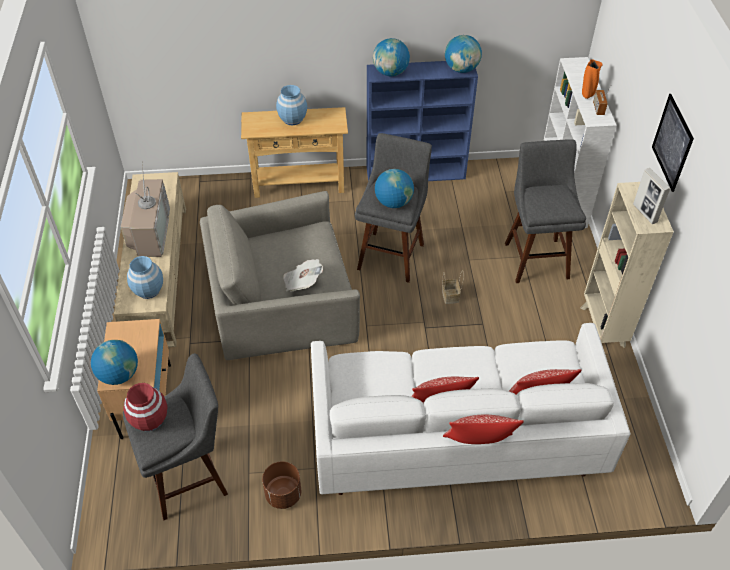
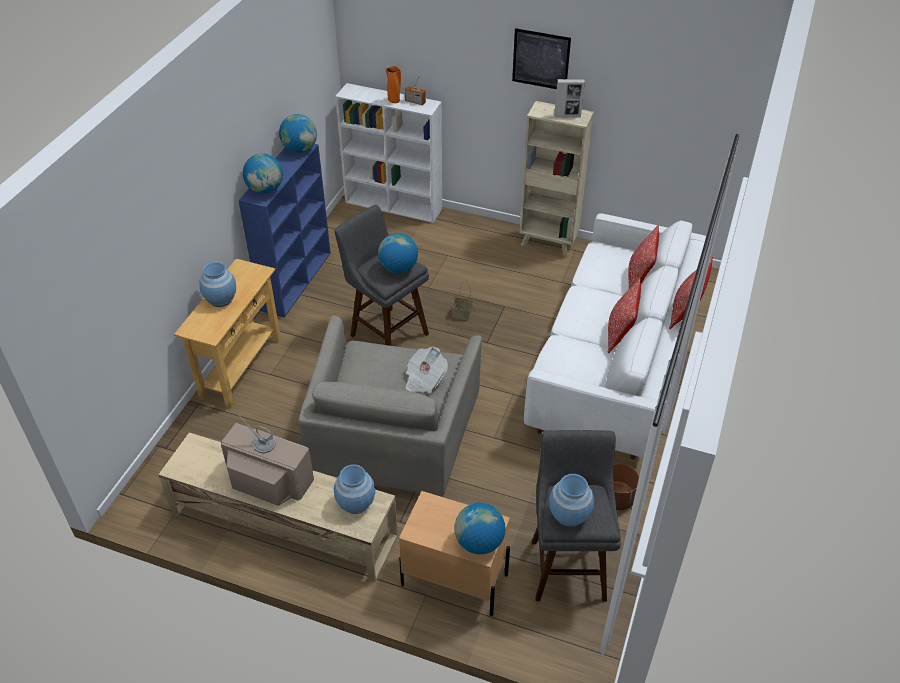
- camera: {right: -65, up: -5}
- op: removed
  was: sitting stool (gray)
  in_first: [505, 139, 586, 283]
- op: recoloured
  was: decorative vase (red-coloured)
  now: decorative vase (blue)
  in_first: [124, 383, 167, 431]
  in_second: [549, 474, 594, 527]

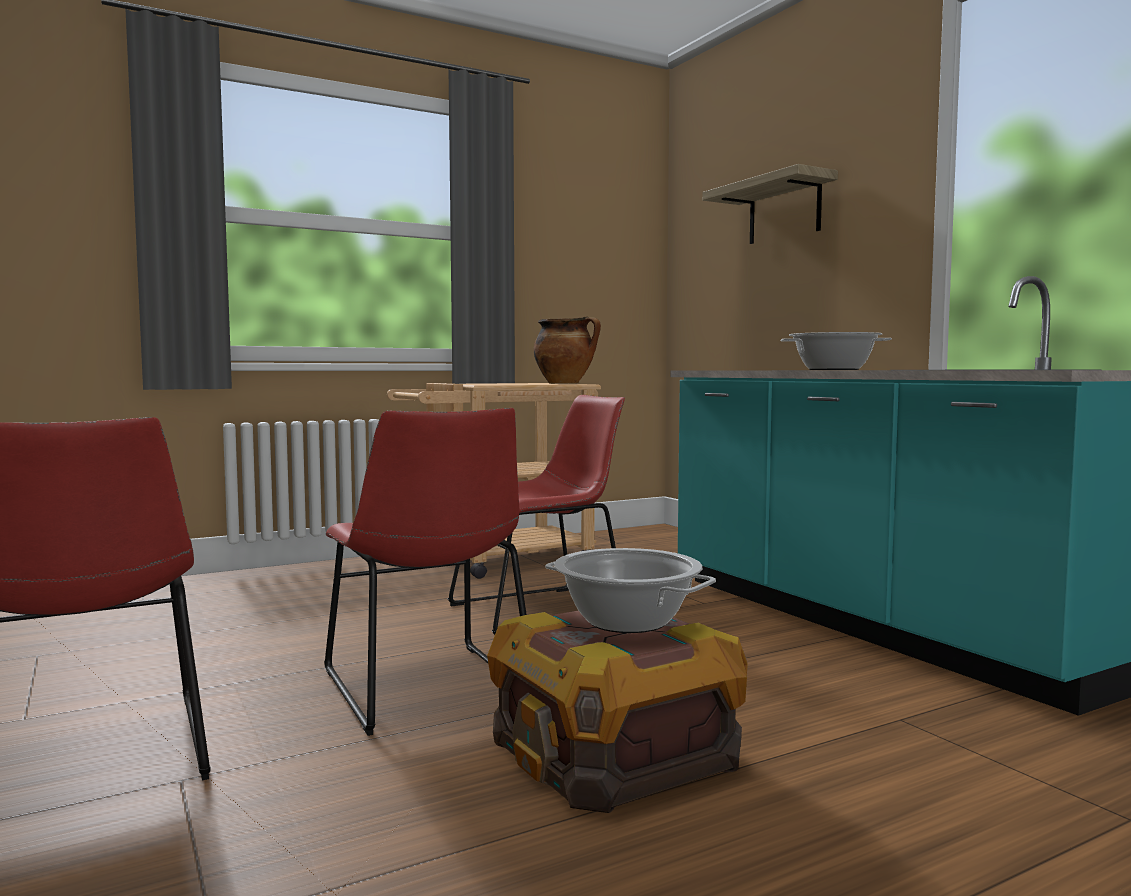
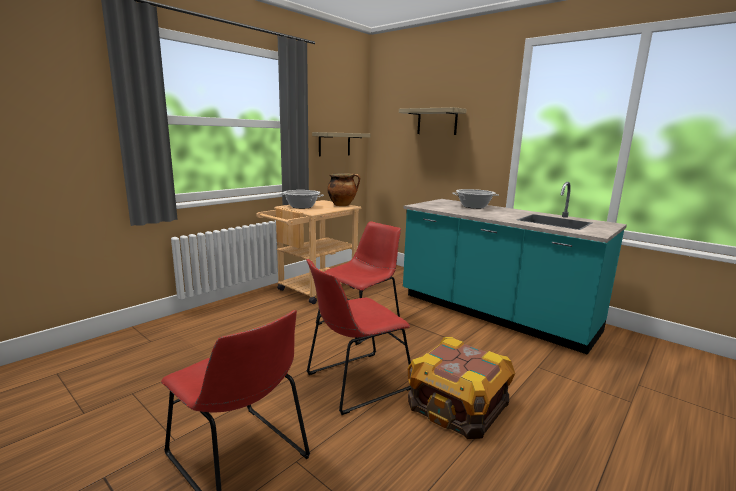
- camera: {right: -20, up: 10}
- op: turned
  was: chair (red-coloured)
  in_first: [324, 408, 527, 736]
  in_second: [306, 259, 411, 415]
  clockwise: 105
- op: moved
  was: saucepot
  in_first: [545, 548, 716, 633]
  in_second: [280, 190, 324, 209]
- op: added
  now: shelf
  in_second: [312, 132, 371, 156]

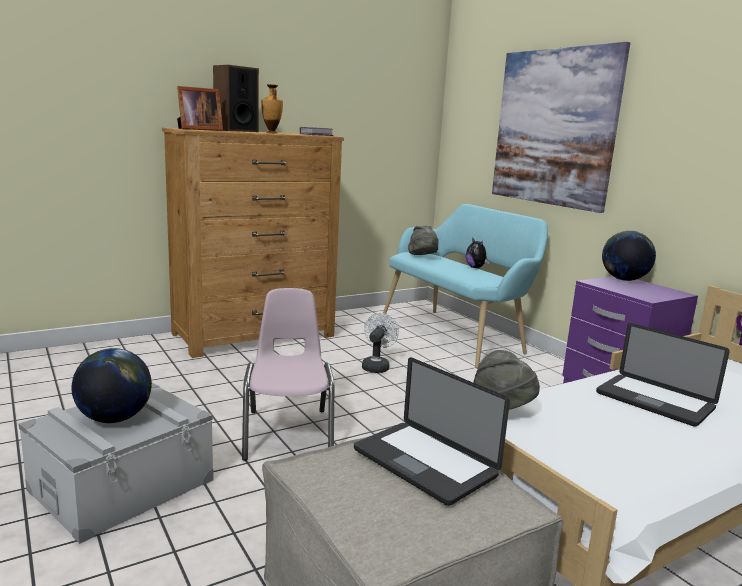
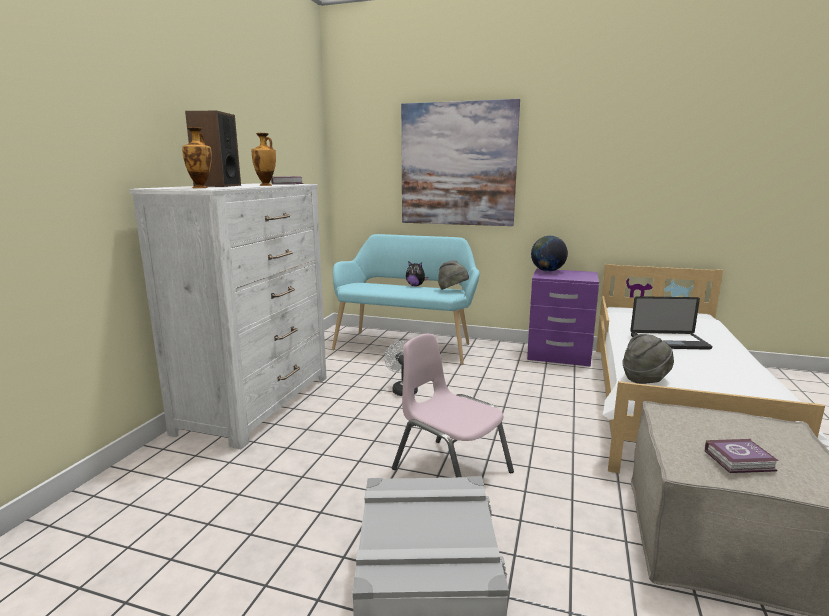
- camera: {right: -40, up: 0}
- op: replaced
  was: standing frame
  now: decorative vase
  in_first: [177, 86, 223, 131]
  in_second: [182, 127, 212, 188]
- op: recoloured
  was: chest of drawers (brown)
  now: chest of drawers (whitish)
  in_first: [162, 128, 344, 358]
  in_second: [130, 184, 326, 449]
- op: moved
  was: hat (gray)
  in_first: [408, 225, 438, 255]
  in_second: [438, 261, 469, 290]
- op: removed
  was: world globe
  in_first: [71, 348, 152, 423]
- op: removed
  was: laptop
  in_first: [354, 357, 510, 506]
- op: added
  now: book
  in_second: [705, 439, 779, 473]

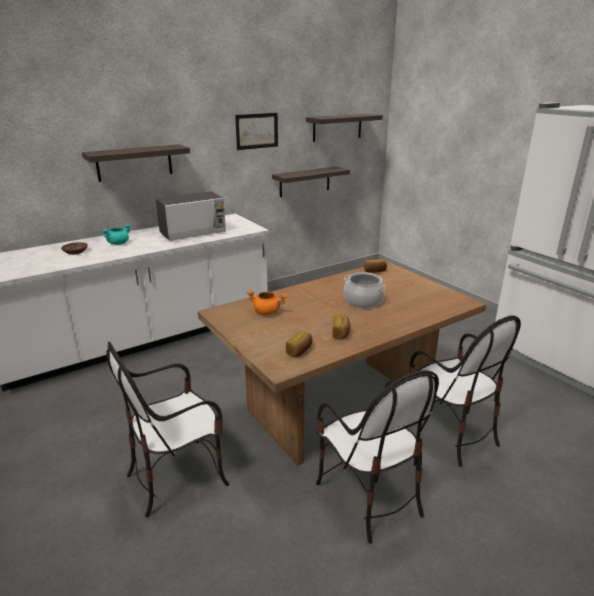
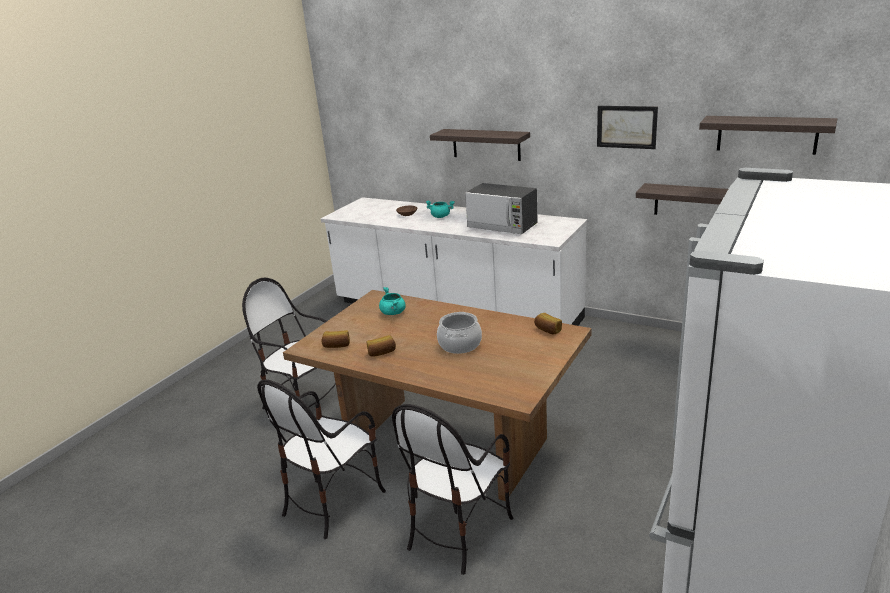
- camera: {right: 65, up: 0}
- op: recoloured
  was: saucepot (orange)
  now: saucepot (turquoise)
  in_first: [247, 290, 287, 315]
  in_second: [379, 287, 406, 315]

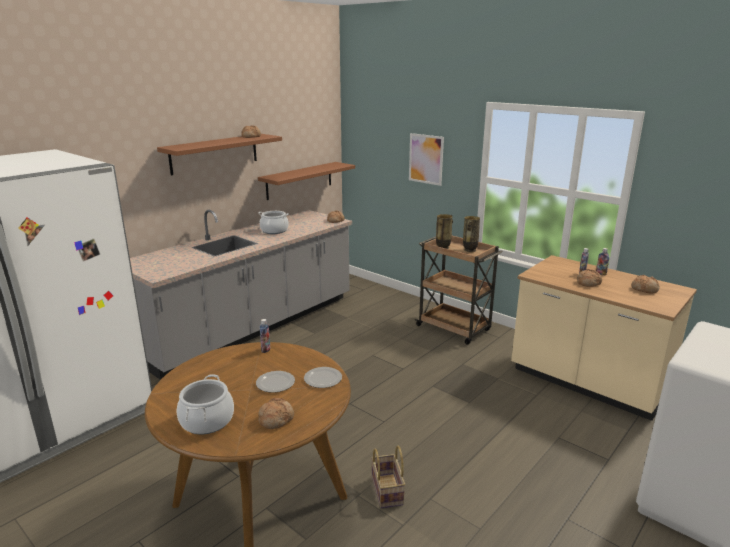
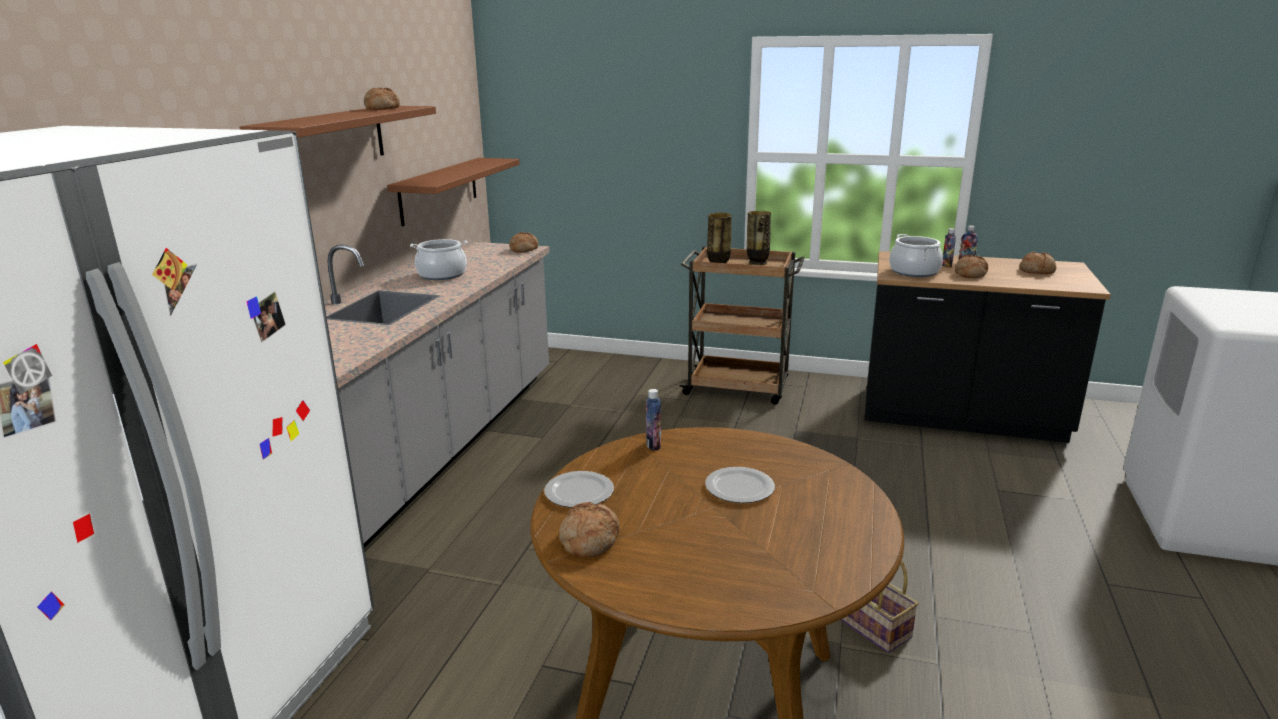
- camera: {right: -25, up: 0}
- op: removed
  was: wall art
  in_first: [409, 133, 444, 186]
- op: recoloured
  was: counter (beige-coloured)
  now: counter (black)
  in_first: [511, 255, 697, 421]
  in_second: [865, 251, 1111, 443]
- op: moved
  was: plate
  in_first: [304, 367, 342, 388]
  in_second: [544, 471, 614, 508]
- op: moved
  was: saucepot
  in_first: [177, 374, 234, 434]
  in_second: [889, 234, 943, 277]
- op: moved
  was: bakery bread
  in_first: [258, 398, 294, 429]
  in_second: [559, 502, 620, 557]

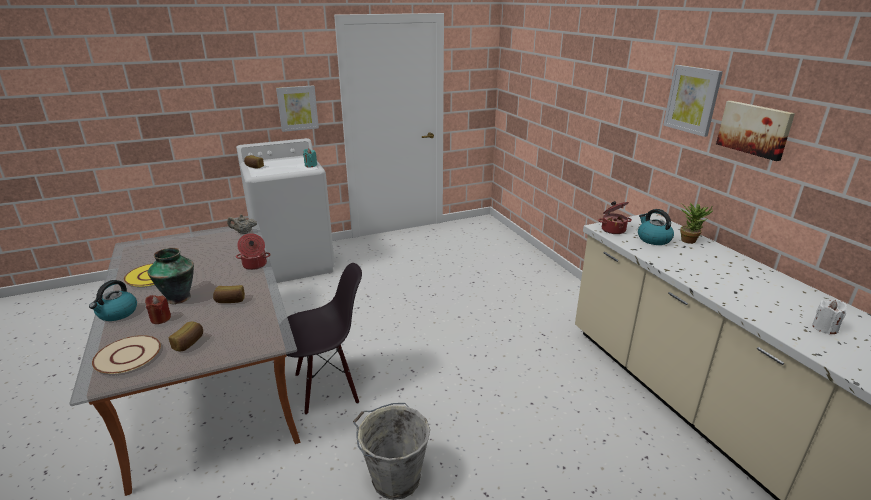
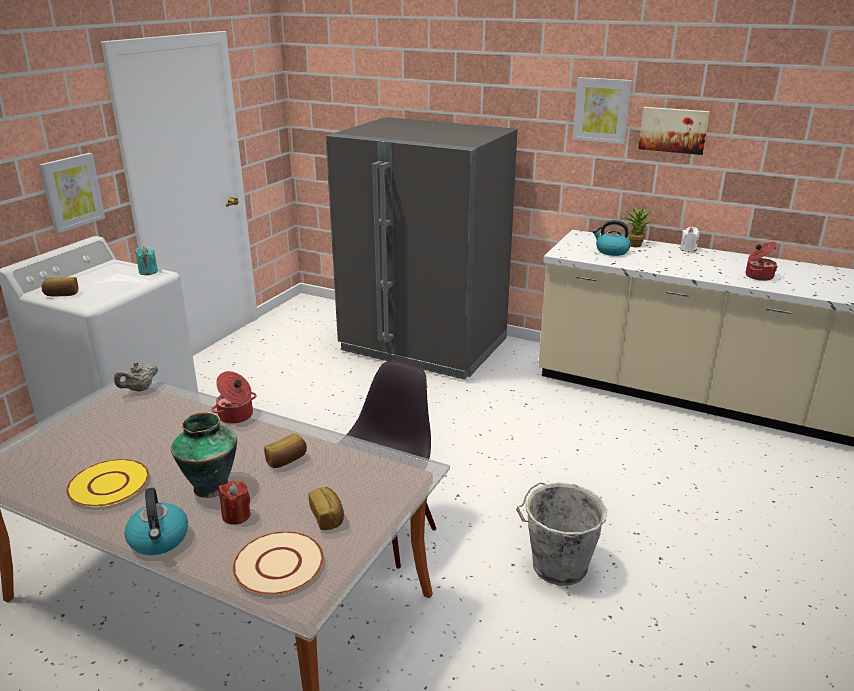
- camera: {right: -40, up: 0}
- op: moved
  was: saucepot
  in_first: [598, 201, 632, 234]
  in_second: [746, 241, 778, 281]
- op: moved
  was: wax light (whitish)
  in_first: [812, 299, 847, 335]
  in_second: [680, 227, 700, 252]
- op: added
  now: refrigerator (gray)
  in_second: [326, 117, 518, 380]

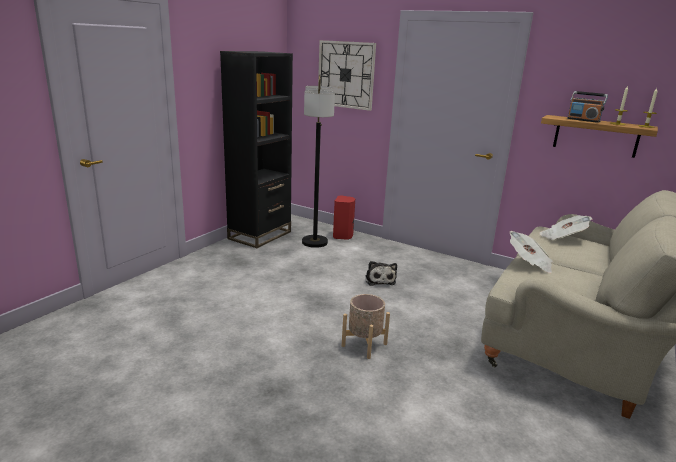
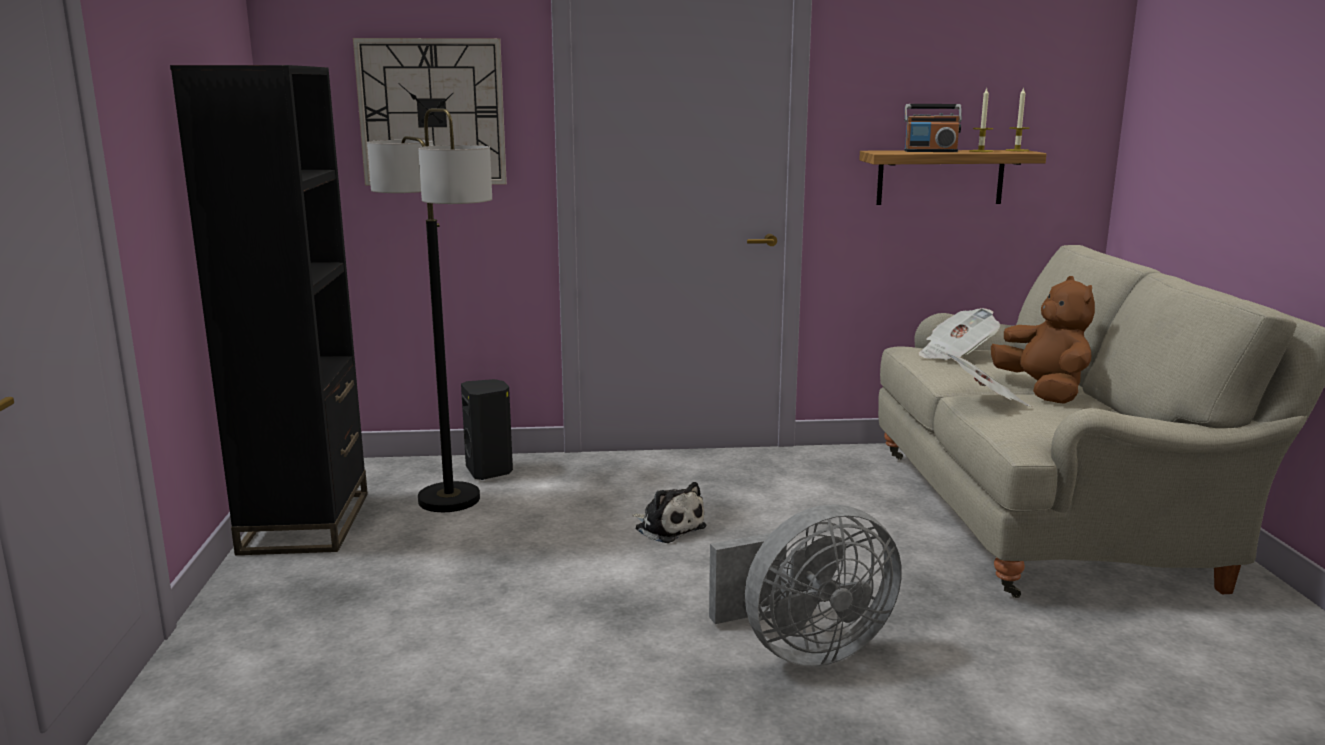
- camera: {right: -35, up: -5}
- op: recoloured
  was: loudspeaker (red-coloured)
  now: loudspeaker (black)
  in_first: [333, 195, 355, 240]
  in_second: [461, 379, 513, 480]
- op: replaced
  was: flower pot (beige-coloured)
  now: electric fan (gray)
  in_first: [342, 294, 390, 359]
  in_second: [709, 505, 902, 667]
- op: added
  now: soft toy (brown)
  in_second: [991, 276, 1095, 404]

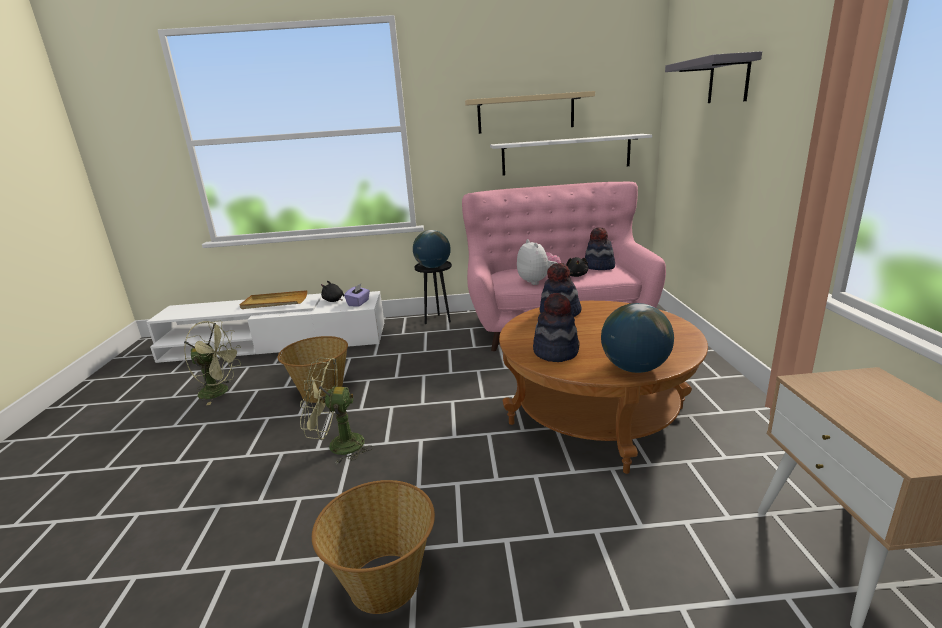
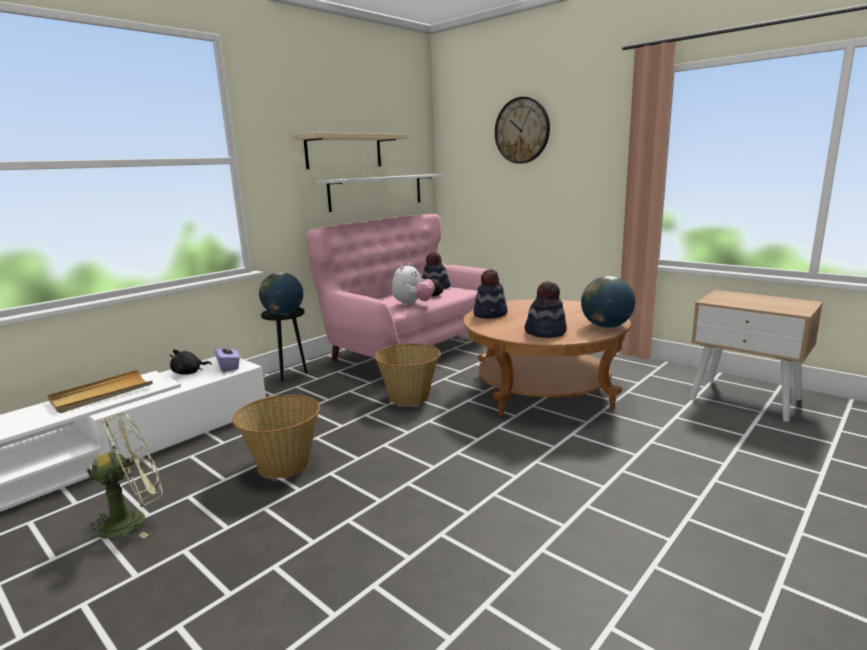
- camera: {right: -45, up: -5}
- op: replaced
  was: shelf (gray)
  now: clock on the wall
  in_first: [665, 51, 762, 103]
  in_second: [495, 97, 550, 164]
- op: turned
  was: soft toy
  in_first: [517, 239, 561, 285]
  in_second: [392, 263, 434, 306]
  clockwise: 90
- op: removed
  was: electric fan (green-coloured)
  in_first: [300, 358, 373, 464]
- op: moved
  was: basket
  in_first: [312, 480, 435, 614]
  in_second: [375, 344, 441, 405]

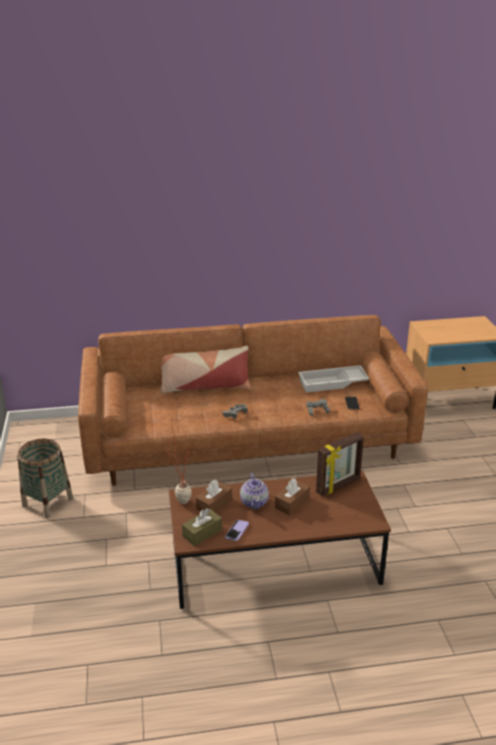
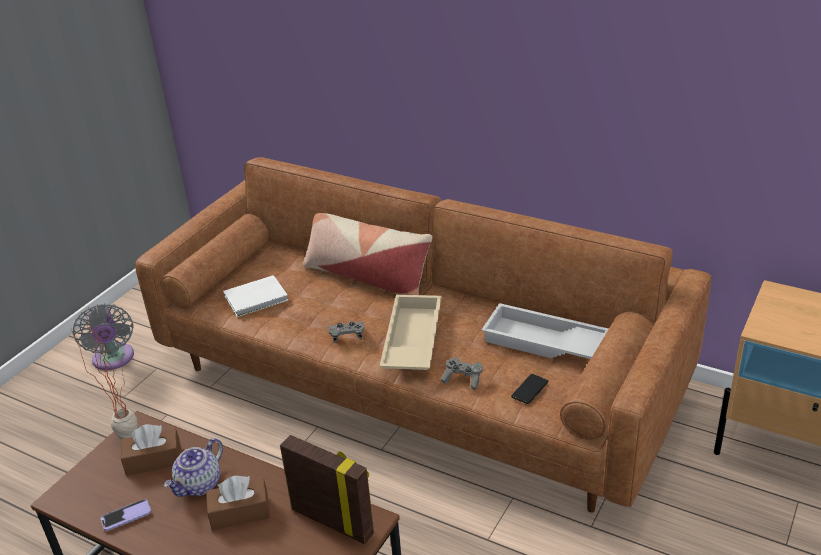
- camera: {right: 40, up: 5}
- op: turned
  was: standing frame
  in_first: [316, 432, 364, 496]
  in_second: [280, 435, 374, 544]
  clockwise: -150
- op: replaced
  was: basket
  now: electric fan (gray)
  in_first: [18, 438, 73, 518]
  in_second: [73, 303, 134, 370]
- op: removed
  was: tissue holder (brown)
  in_first: [182, 508, 222, 546]
- op: added
  now: book (whitish)
  in_second: [223, 275, 288, 317]
- op: added
  now: serving tray (beige-coloured)
  in_second: [380, 295, 442, 370]

